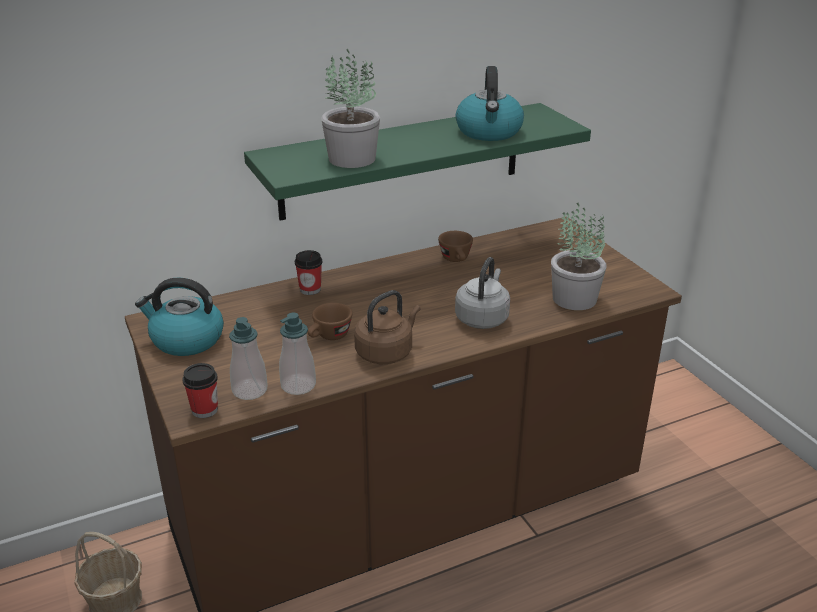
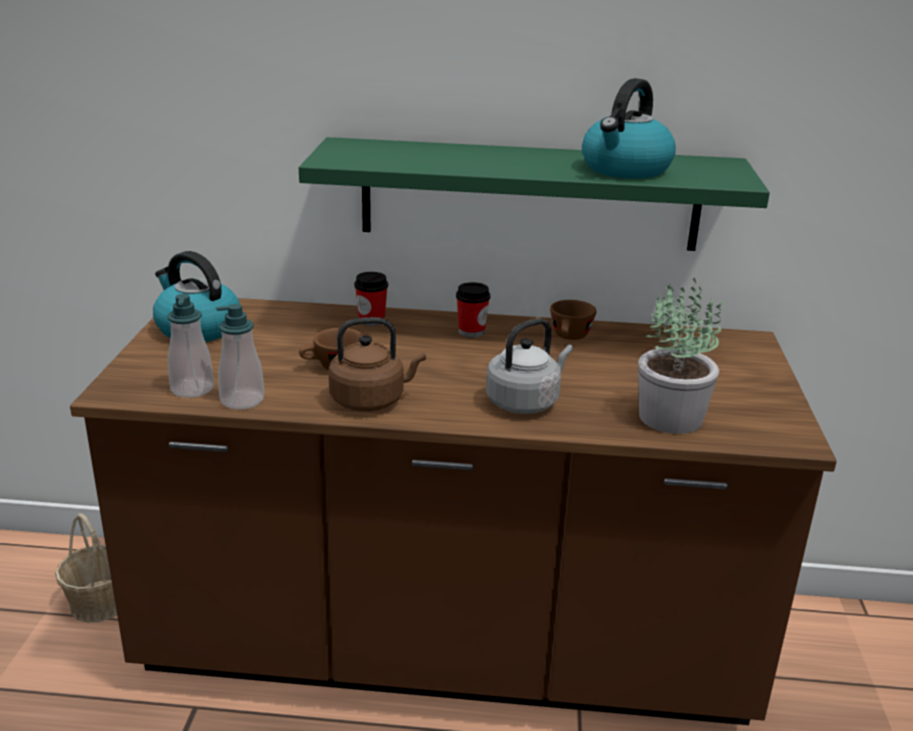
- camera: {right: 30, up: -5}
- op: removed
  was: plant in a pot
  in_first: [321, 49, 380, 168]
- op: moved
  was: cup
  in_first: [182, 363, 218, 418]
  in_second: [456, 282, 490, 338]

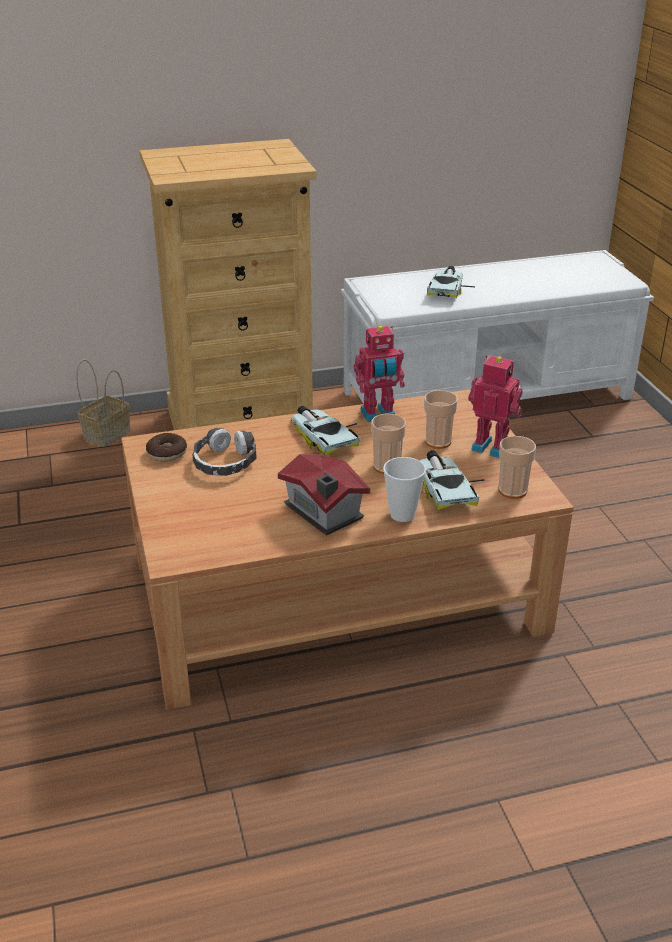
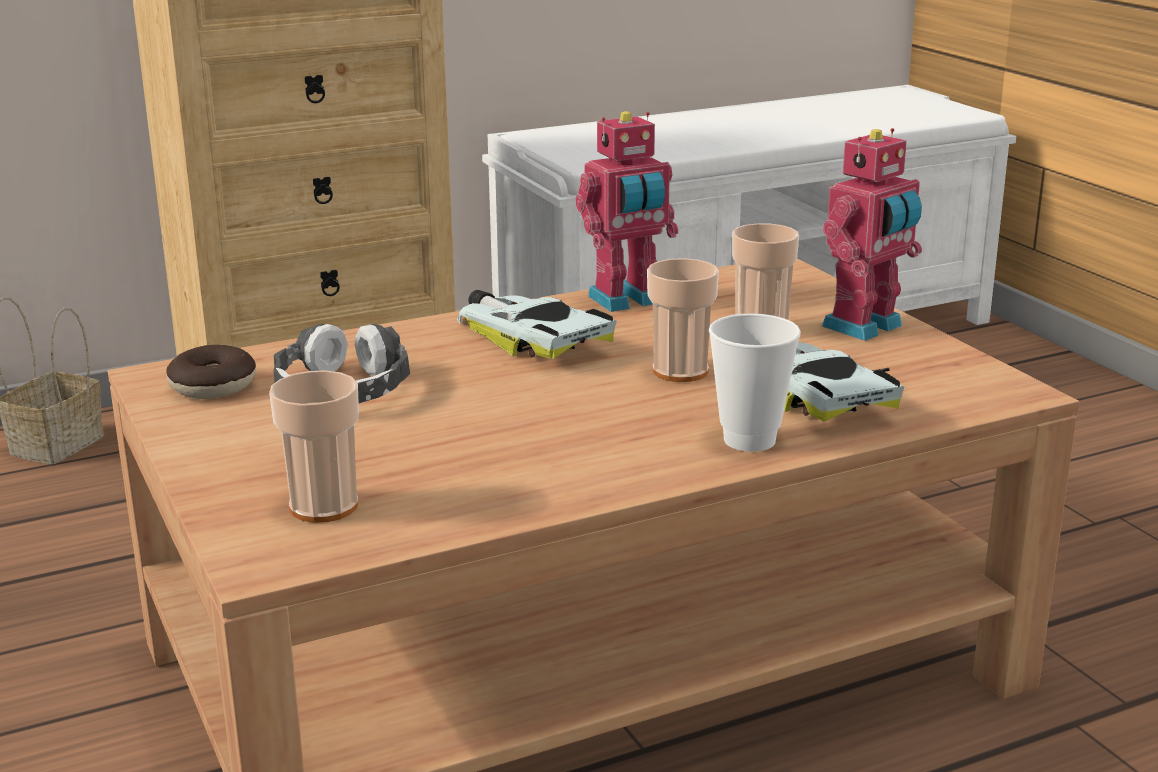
- camera: {right: -10, up: -10}
- op: removed
  was: miniature car
  in_first: [427, 266, 475, 298]
- op: turned
  was: robot figure
  in_first: [468, 355, 522, 458]
  in_second: [822, 128, 922, 341]
  clockwise: 120
- op: moved
  was: cup
  in_first: [499, 436, 536, 499]
  in_second: [269, 370, 359, 523]
- op: removed
  was: toy house
  in_first: [278, 454, 370, 536]

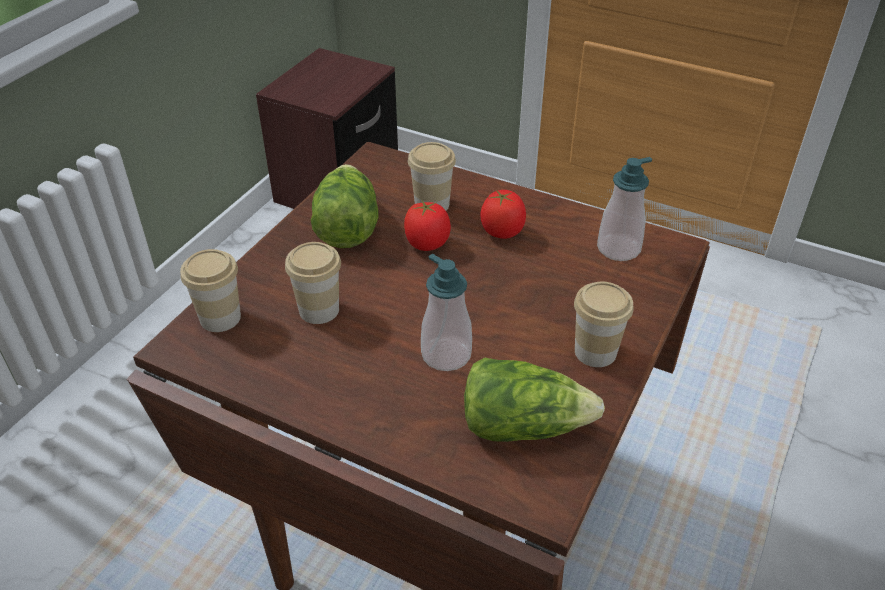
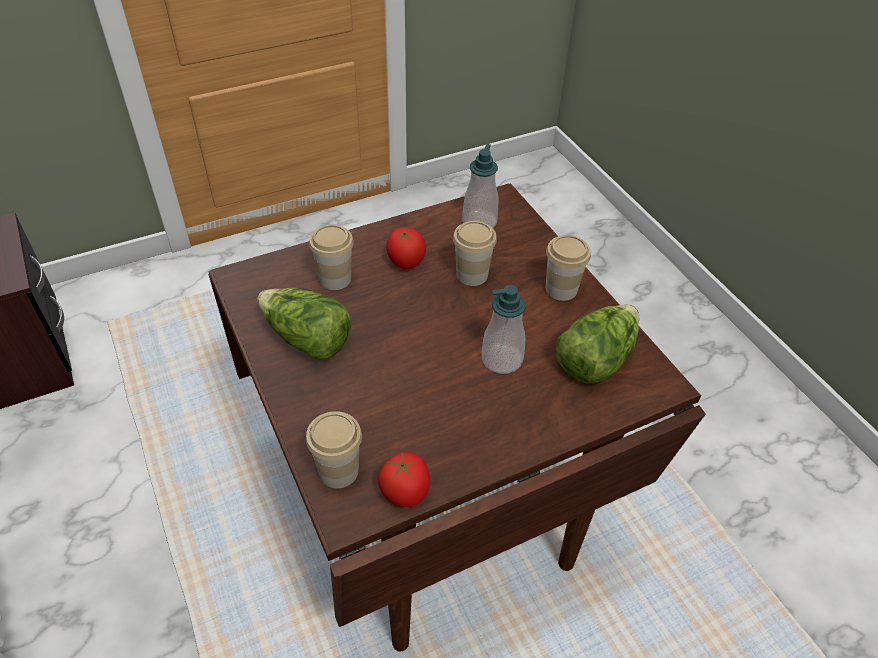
- camera: {right: -55, up: 5}
- op: moved
  was: tomato
  in_first: [404, 200, 451, 251]
  in_second: [378, 452, 430, 507]
- op: moved
  was: cup
  in_first: [285, 242, 341, 324]
  in_second: [453, 221, 497, 286]

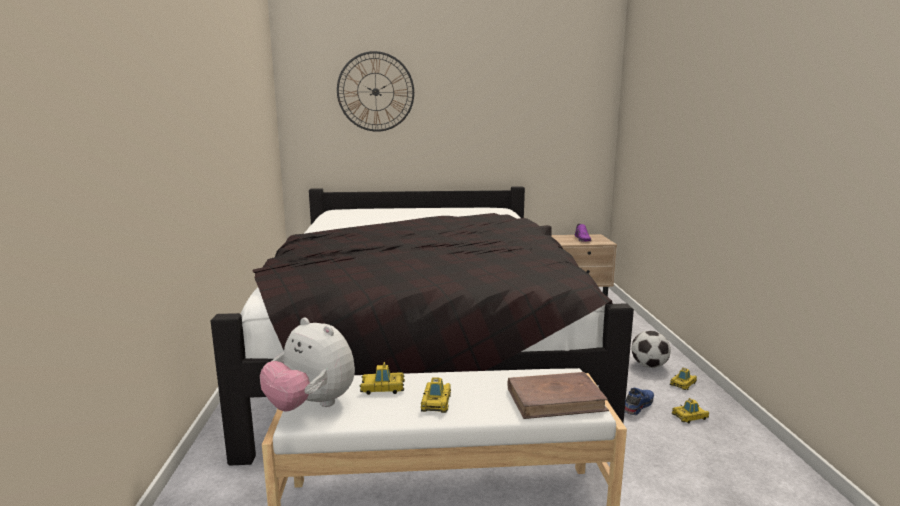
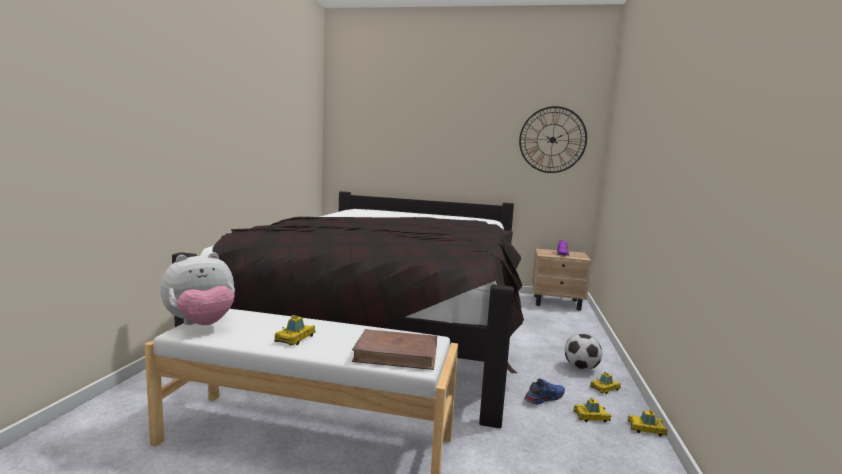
- camera: {right: 15, up: -5}
- op: moved
  was: clock on the wall
  in_first: [337, 51, 414, 132]
  in_second: [519, 106, 587, 173]
- op: turned
  was: soft toy
  in_first: [260, 318, 355, 412]
  in_second: [160, 252, 235, 325]
  clockwise: -90
- op: moved
  was: miniature car
  in_first: [360, 362, 405, 395]
  in_second: [628, 409, 667, 437]

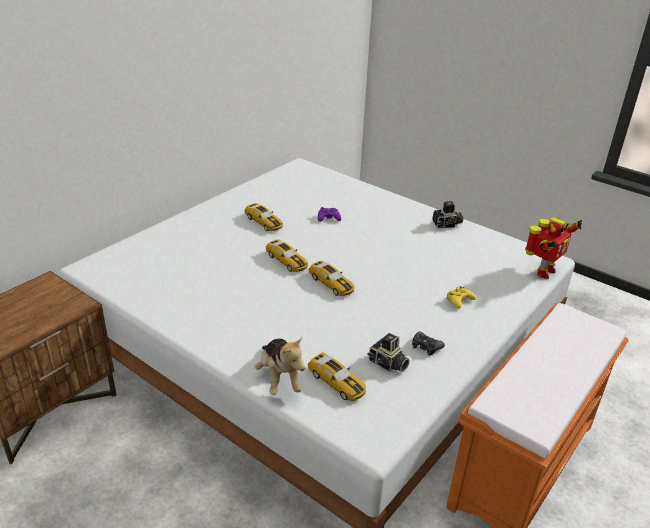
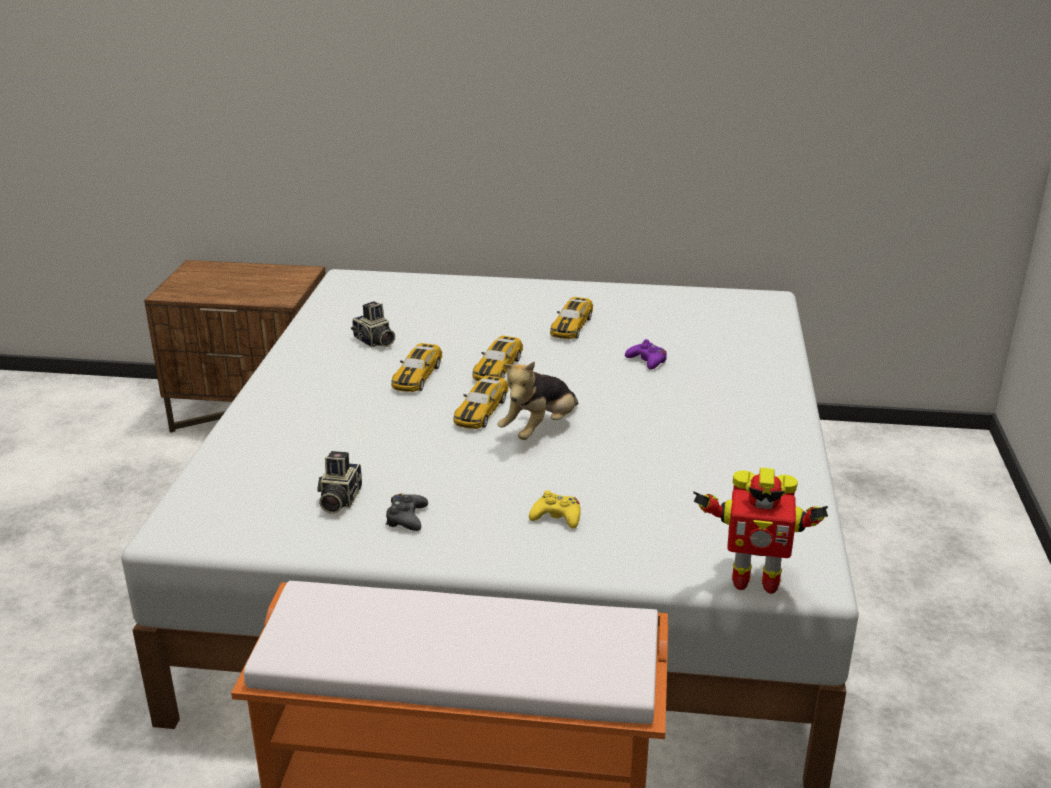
- camera: {right: 60, up: -5}
- op: moved
  was: still camera
  in_first: [433, 200, 463, 228]
  in_second: [351, 301, 395, 347]
- op: moved
  was: soft toy
  in_first: [255, 337, 305, 395]
  in_second: [497, 362, 578, 440]
- op: moved
  was: miniature car
  in_first: [308, 352, 366, 401]
  in_second: [391, 343, 442, 392]

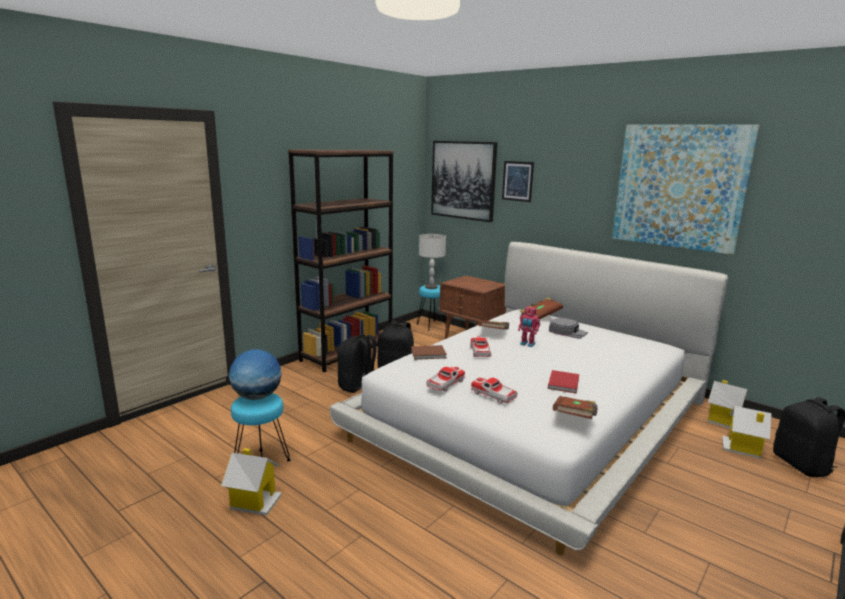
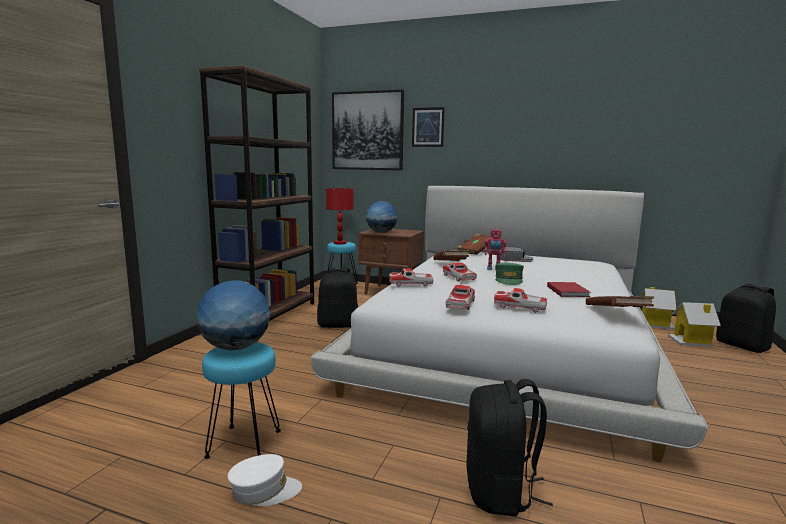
- camera: {right: -20, up: -5}
- op: removed
  was: wall art
  in_first: [612, 125, 760, 255]
- op: recoloured
  was: lamp for a table (gray)
  now: lamp for a table (red-coloured)
  in_first: [419, 234, 446, 289]
  in_second: [326, 188, 354, 245]
- op: moved
  was: backpack (black)
  in_first: [338, 334, 377, 393]
  in_second: [466, 379, 553, 516]
- op: replaced
  was: book (brown)
  now: miniature car
  in_first: [411, 345, 447, 360]
  in_second: [389, 268, 433, 287]
- op: replaced
  was: toy house
  now: peaked cap (whitish)
  in_first: [221, 448, 282, 515]
  in_second: [228, 454, 302, 506]
- op: added
  now: world globe
  in_second: [366, 201, 398, 233]
- op: added
  now: peaked cap (green-coloured)
  in_second: [495, 263, 524, 285]

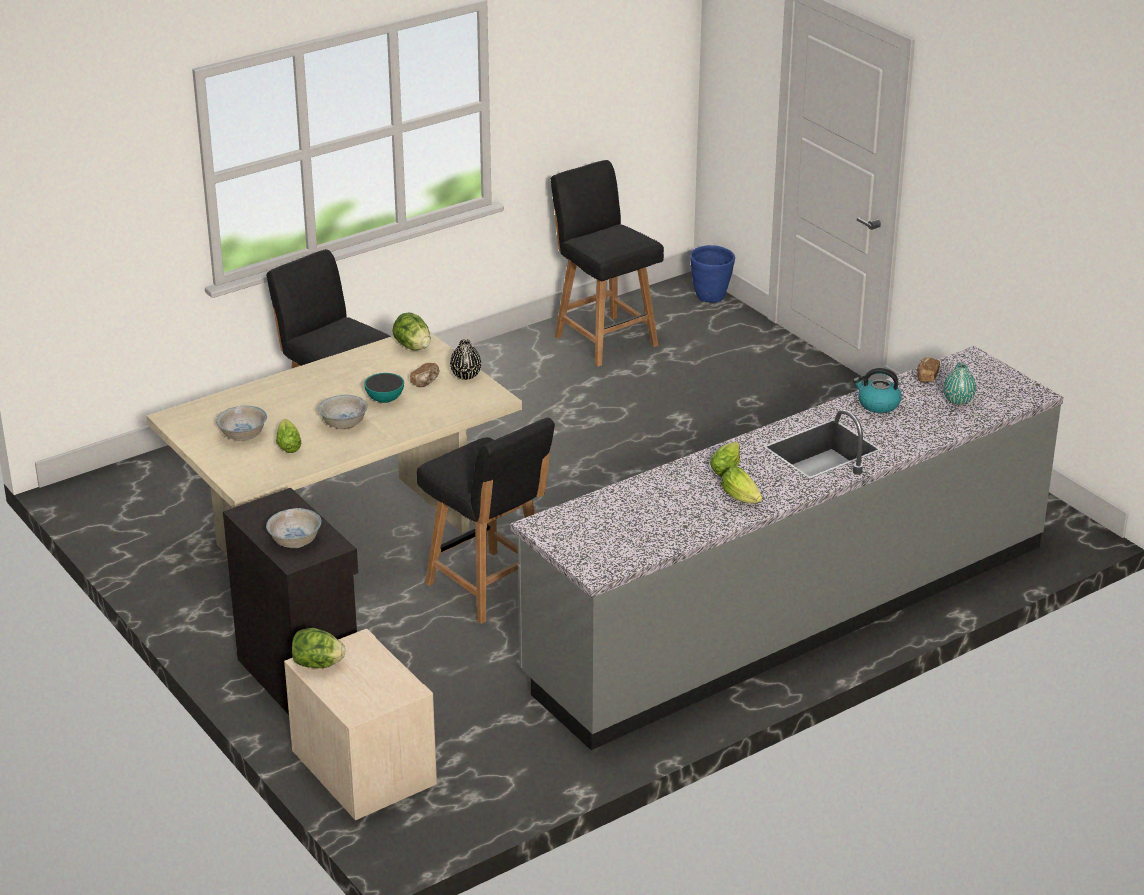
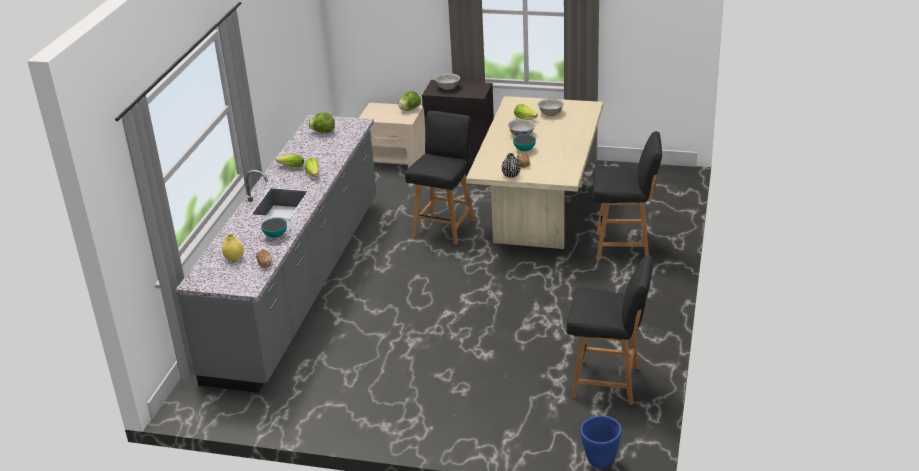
- camera: {right: 140, up: 0}
- op: moved
  was: head of lettuce
  in_first: [393, 313, 431, 350]
  in_second: [308, 113, 335, 133]
- op: recoloured
  was: decorative vase (turquoise)
  now: decorative vase (yellow-coloured)
  in_first: [943, 363, 976, 405]
  in_second: [222, 234, 244, 261]
- op: replaced
  was: water kettle
  now: bowl
  in_first: [853, 368, 901, 413]
  in_second: [261, 218, 287, 238]
- op: turned
  was: chair (black)
  in_first: [417, 418, 555, 624]
  in_second: [405, 111, 476, 245]
  clockwise: 105

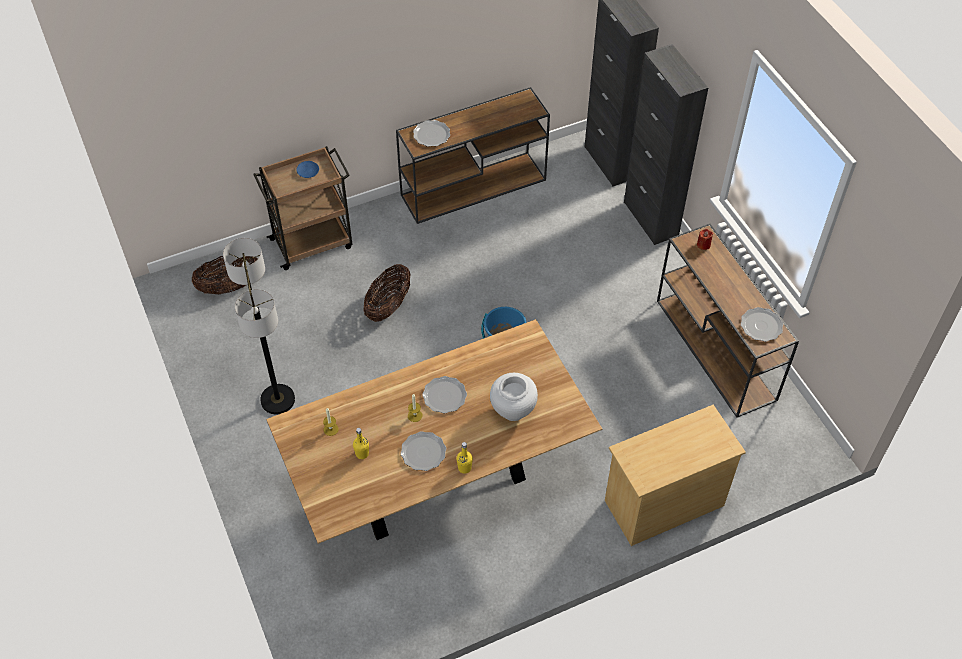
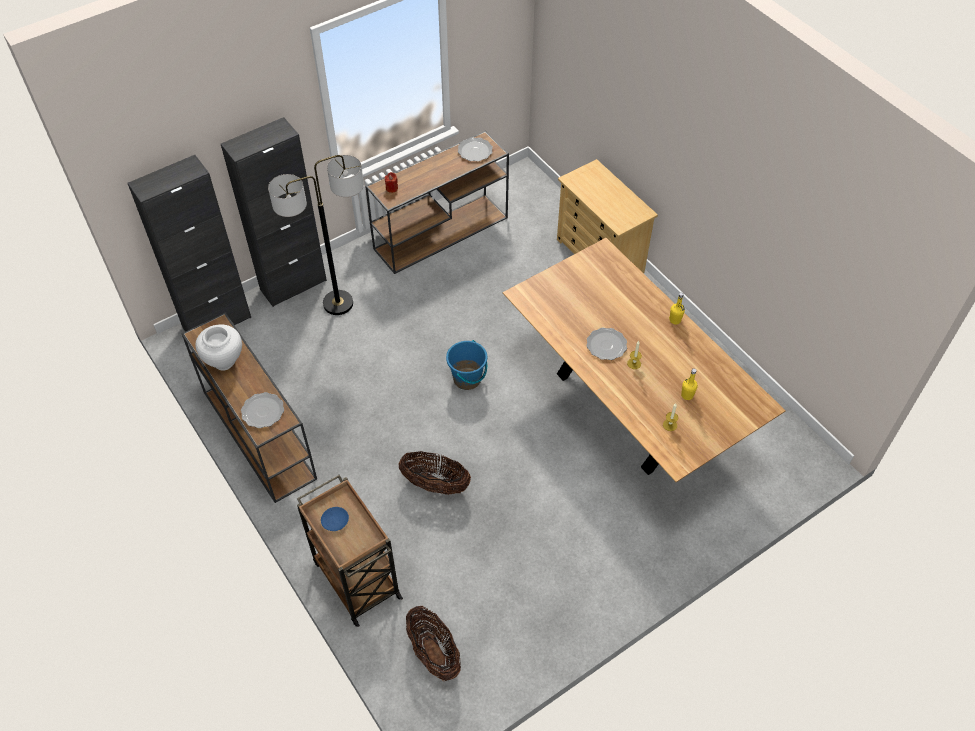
- camera: {right: -100, up: 0}
- op: moved
  was: standing lamp
  in_first: [223, 238, 295, 415]
  in_second: [268, 155, 364, 315]
- op: moved
  was: decorative vase (whitish)
  in_first: [490, 373, 538, 421]
  in_second: [195, 324, 242, 370]
- op: removed
  was: plate
  in_first: [401, 431, 446, 471]

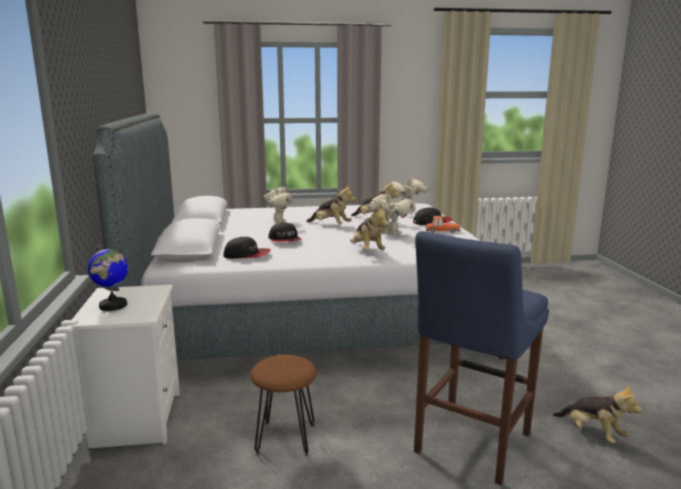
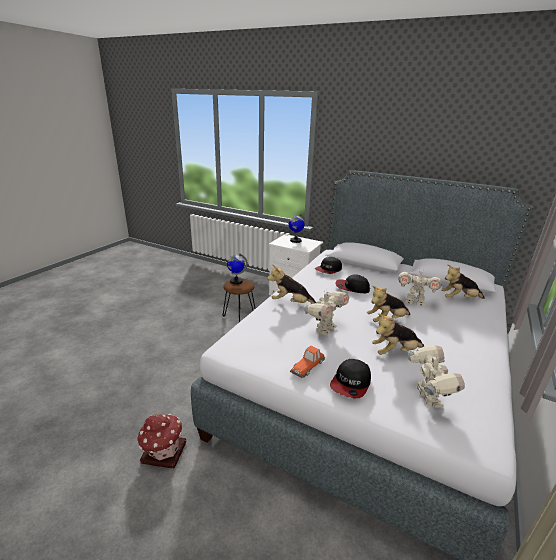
- camera: {right: 125, up: 10}
- op: turned
  was: robot figure
  in_first: [367, 191, 414, 235]
  in_second: [304, 291, 349, 335]
  clockwise: -45
- op: removed
  was: sitting stool (blue)
  in_first: [414, 231, 549, 485]
- op: moved
  was: soft toy
  in_first: [553, 384, 642, 443]
  in_second: [441, 265, 484, 299]
- op: added
  now: world globe
  in_second: [227, 254, 248, 284]
- op: added
  now: toy house
  in_second: [137, 414, 186, 469]

